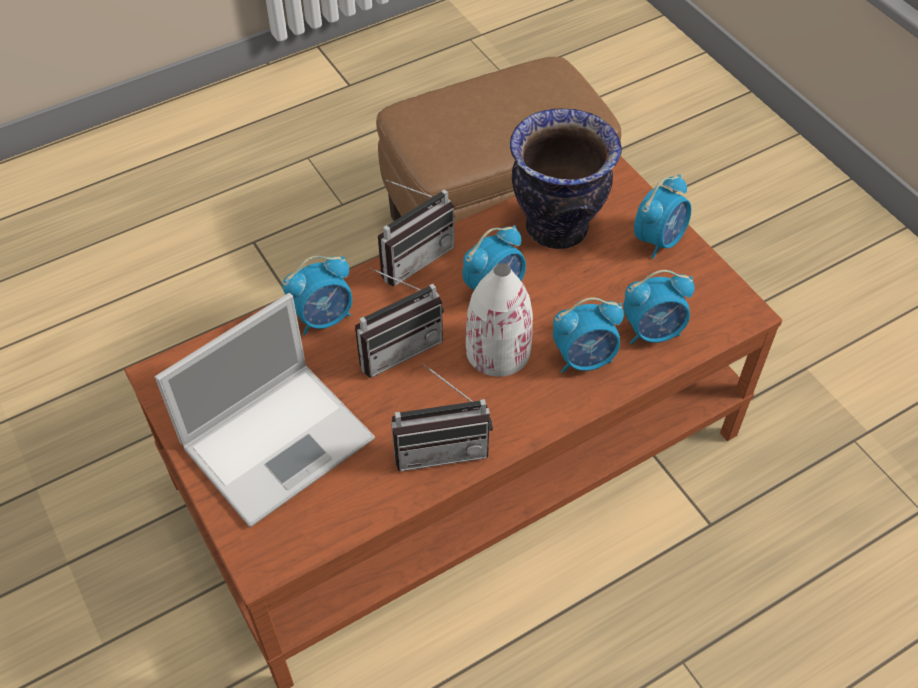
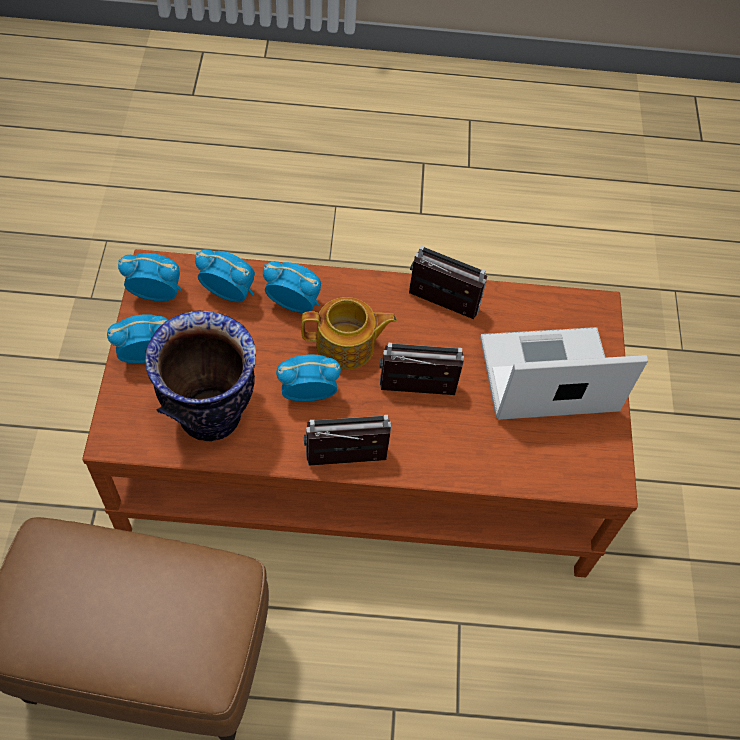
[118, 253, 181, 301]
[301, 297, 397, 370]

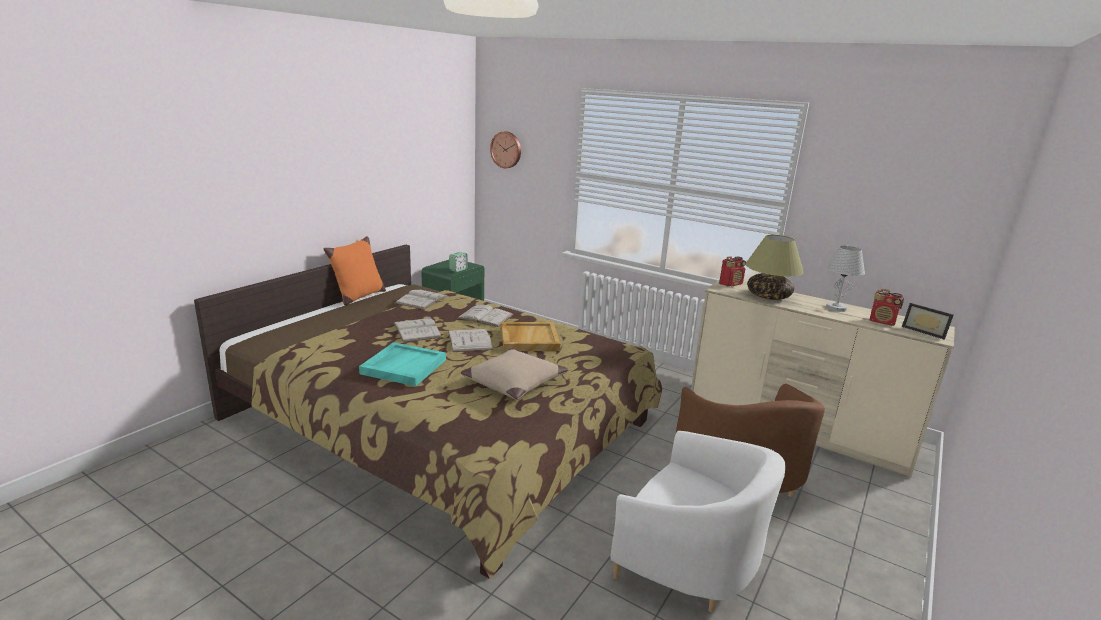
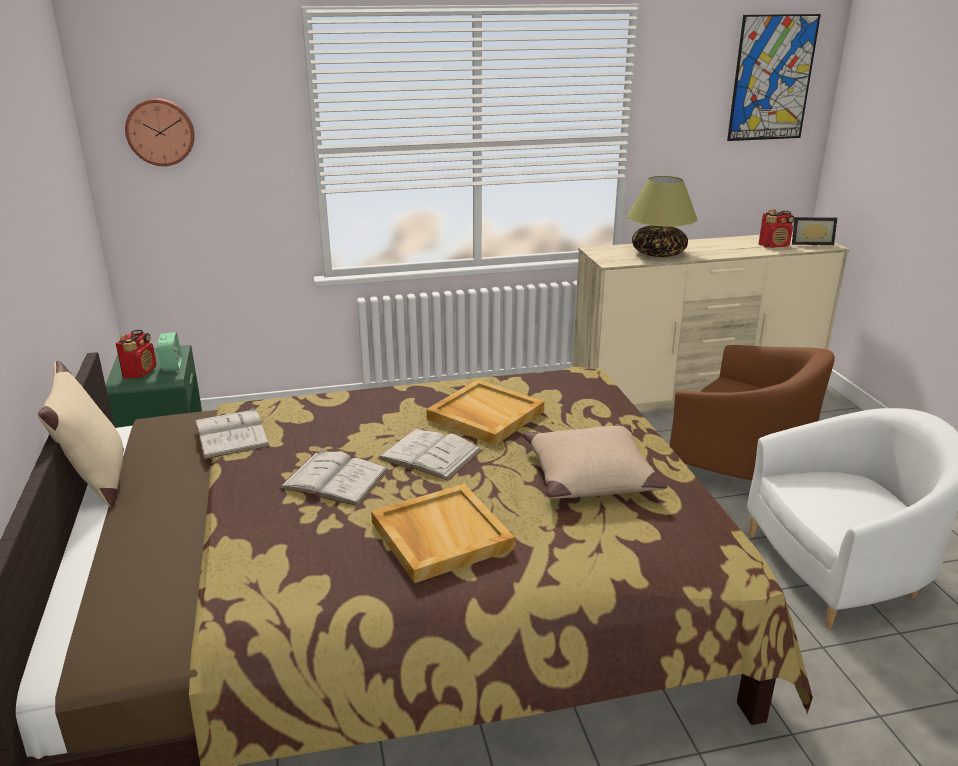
[38, 361, 124, 507]
[116, 330, 156, 378]
[371, 484, 515, 583]
[727, 14, 821, 141]
[457, 304, 513, 327] (first image)
[826, 245, 865, 312] (first image)

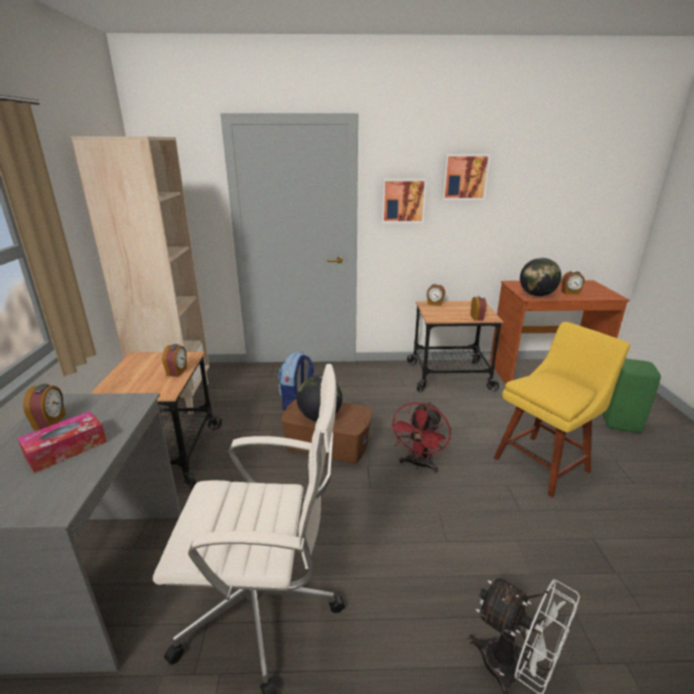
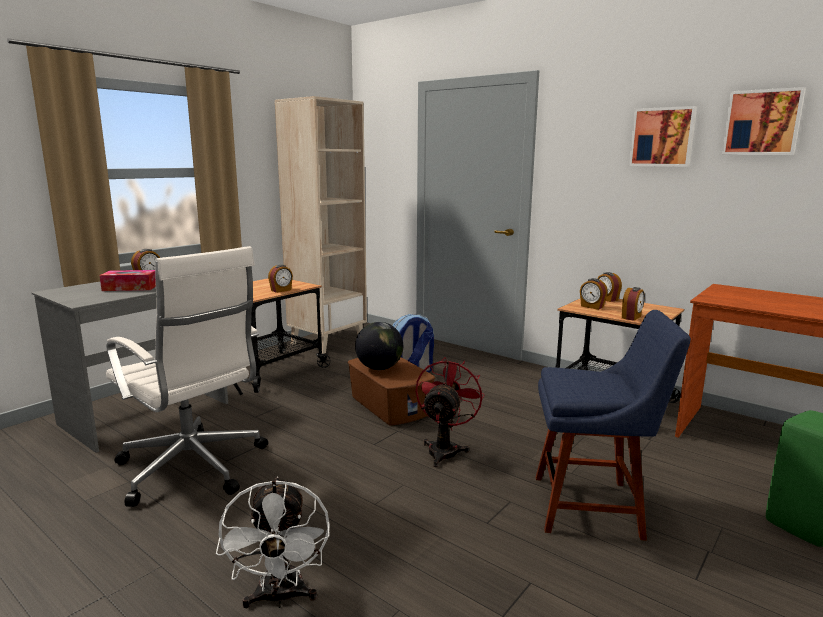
[415, 357, 485, 467]
[535, 310, 691, 541]
[580, 278, 608, 310]
[722, 87, 806, 155]
[520, 258, 561, 296] (first image)

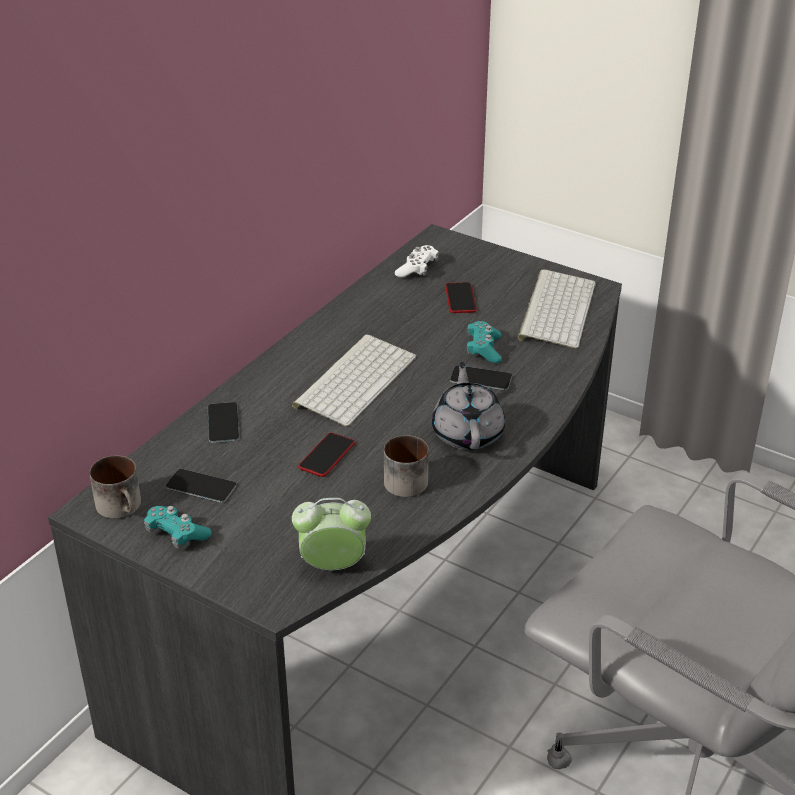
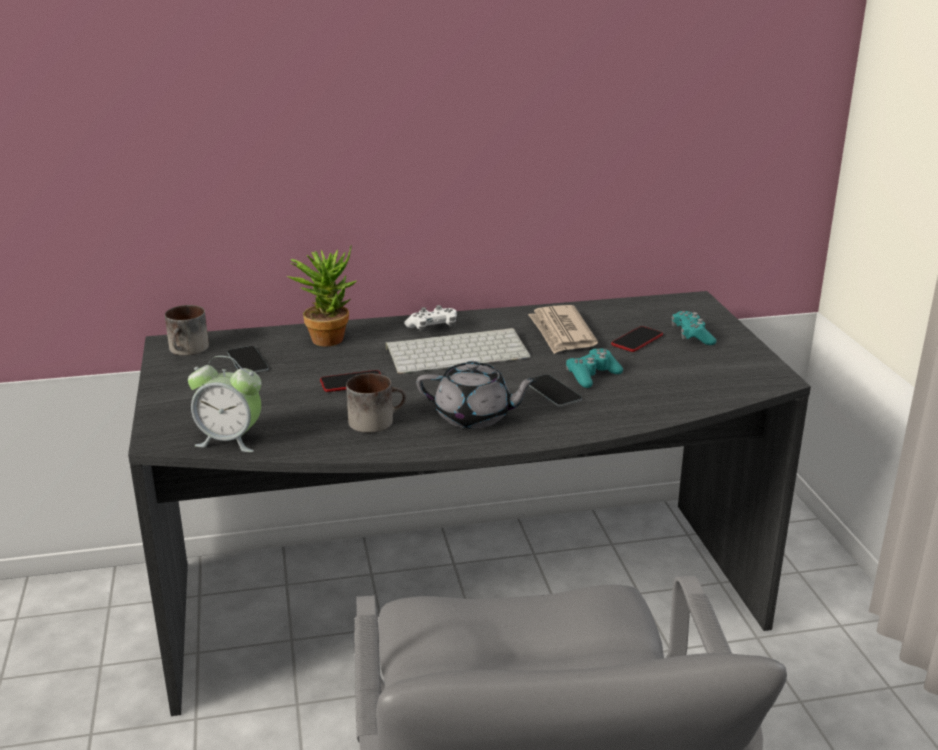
[188, 356, 261, 452]
[286, 246, 356, 347]
[404, 305, 457, 332]
[416, 361, 539, 429]
[528, 305, 598, 354]
[672, 311, 716, 345]
[518, 270, 596, 349] (first image)

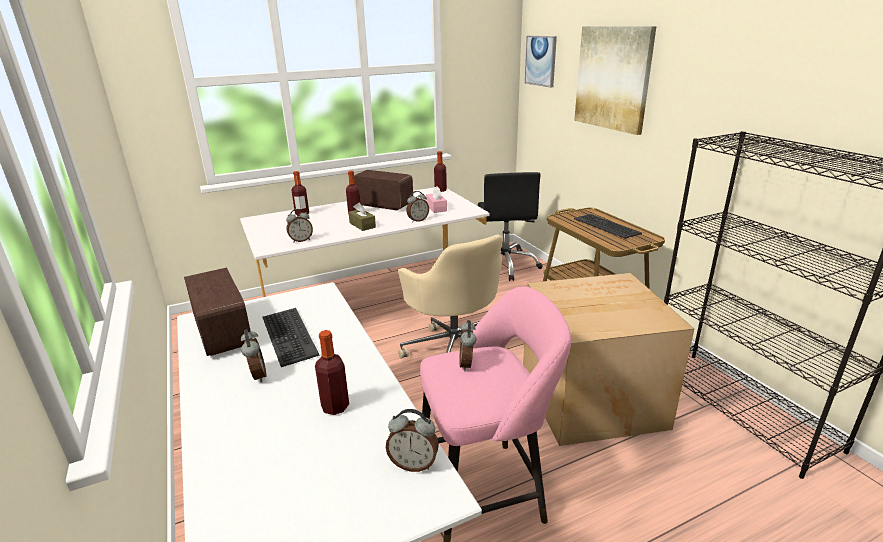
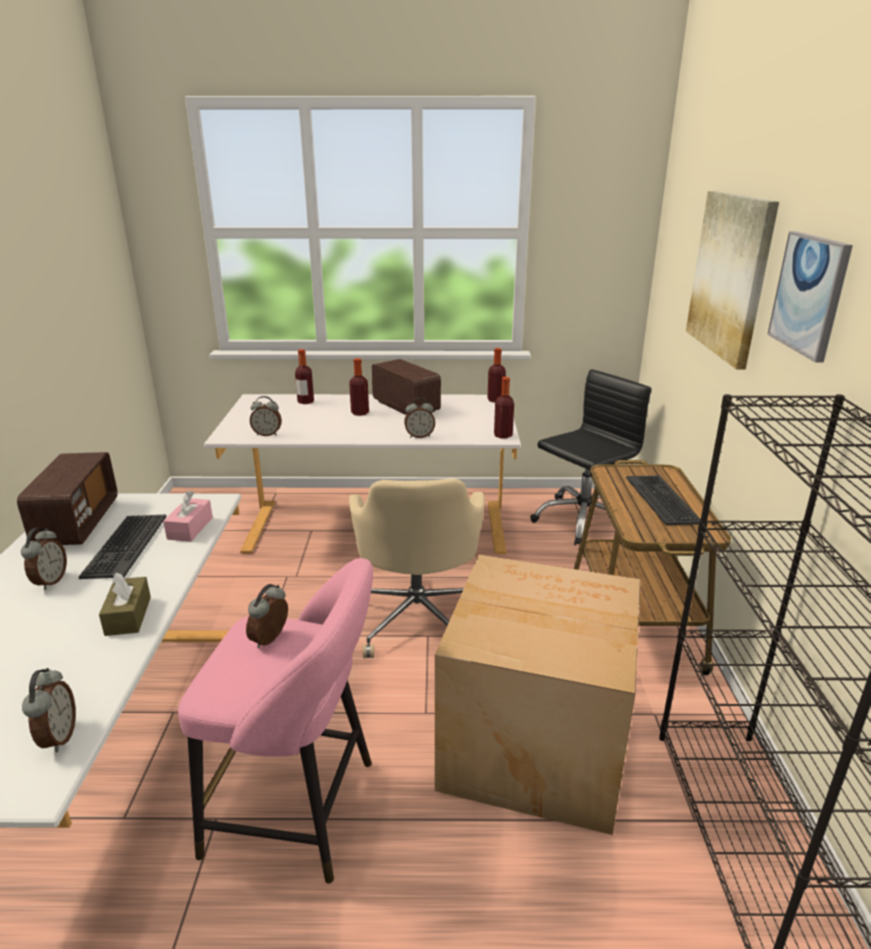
[22, 668, 76, 752]
[99, 573, 151, 636]
[163, 491, 213, 542]
[494, 377, 514, 438]
[530, 369, 651, 546]
[767, 231, 853, 363]

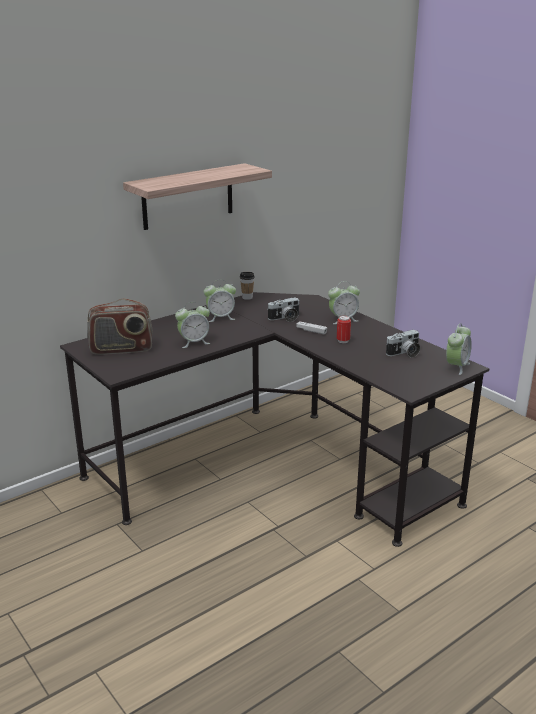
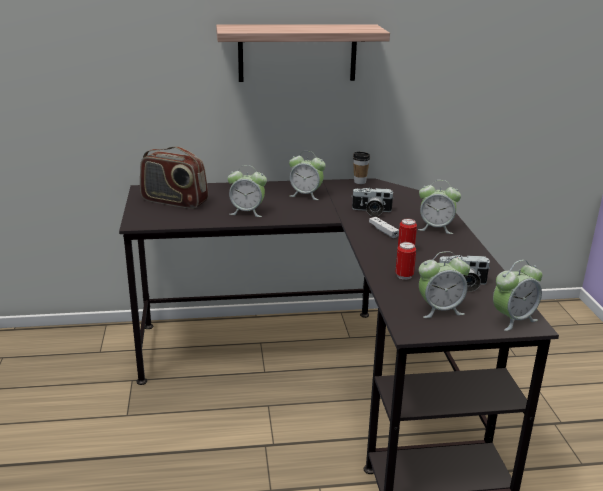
[395, 242, 416, 280]
[419, 251, 470, 318]

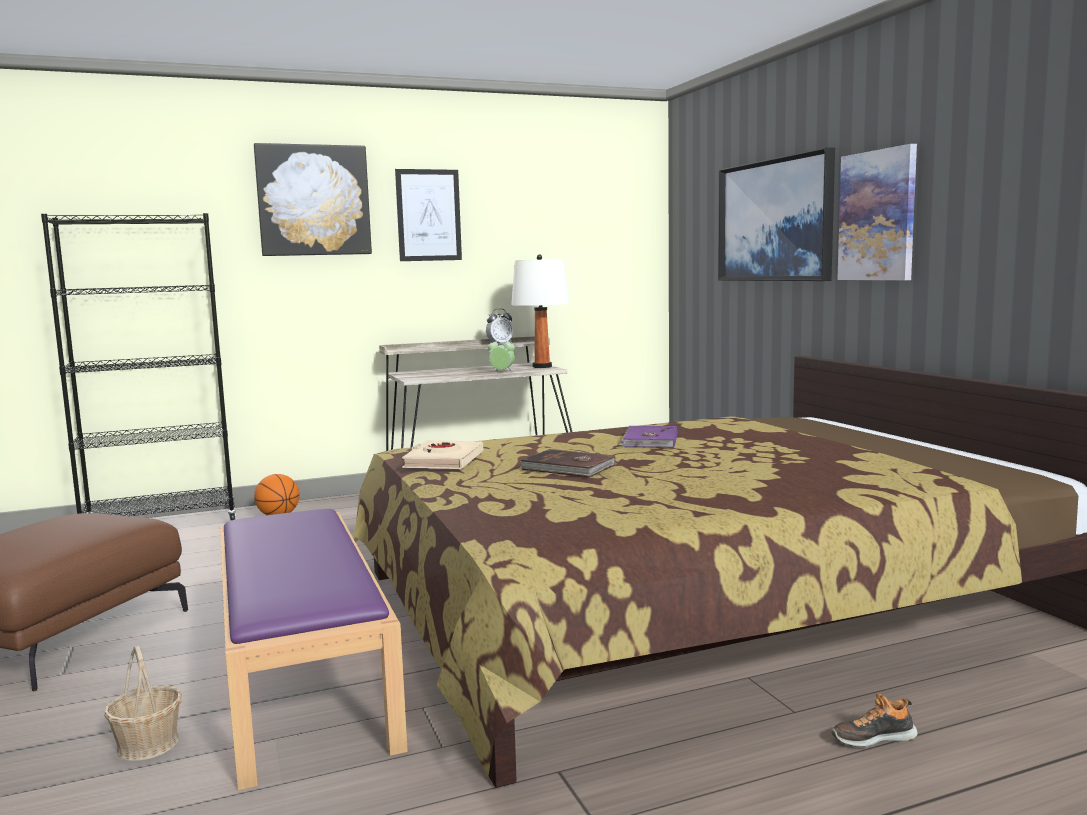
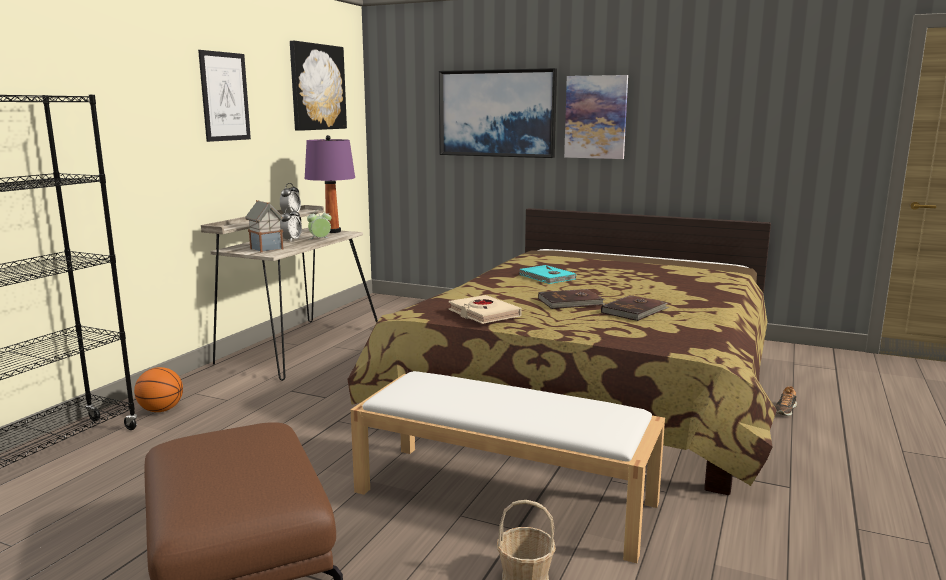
[245, 200, 284, 252]
[280, 207, 302, 241]
[290, 41, 347, 131]
[304, 135, 355, 233]
[351, 371, 665, 563]
[519, 265, 576, 284]
[601, 295, 669, 321]

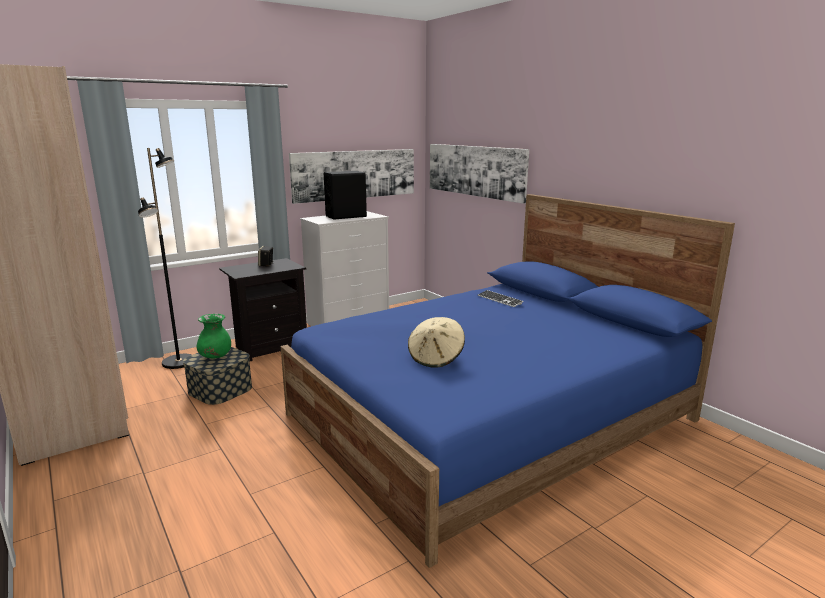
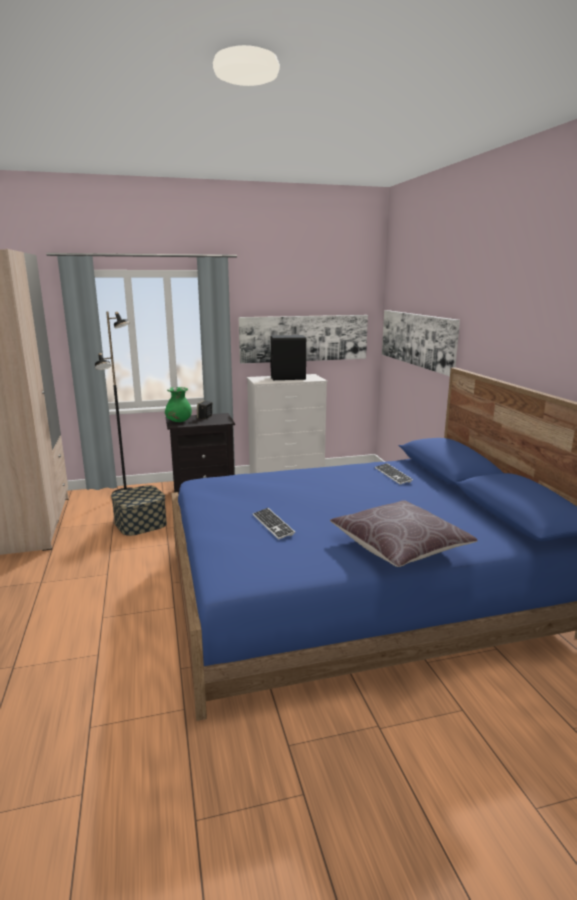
[165, 387, 192, 422]
[253, 508, 295, 540]
[330, 500, 478, 567]

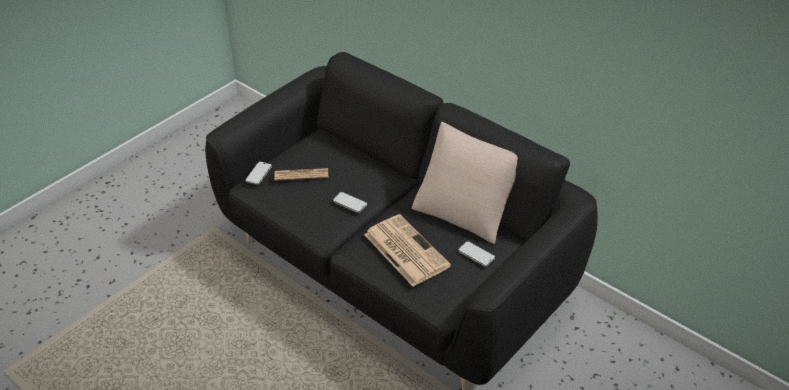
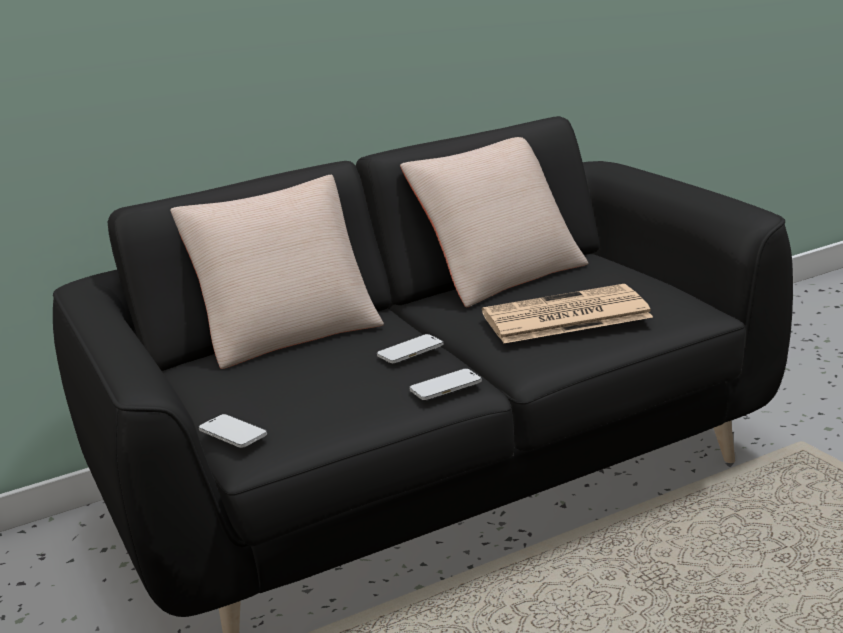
[170, 175, 384, 369]
[409, 369, 482, 400]
[274, 168, 328, 180] (first image)

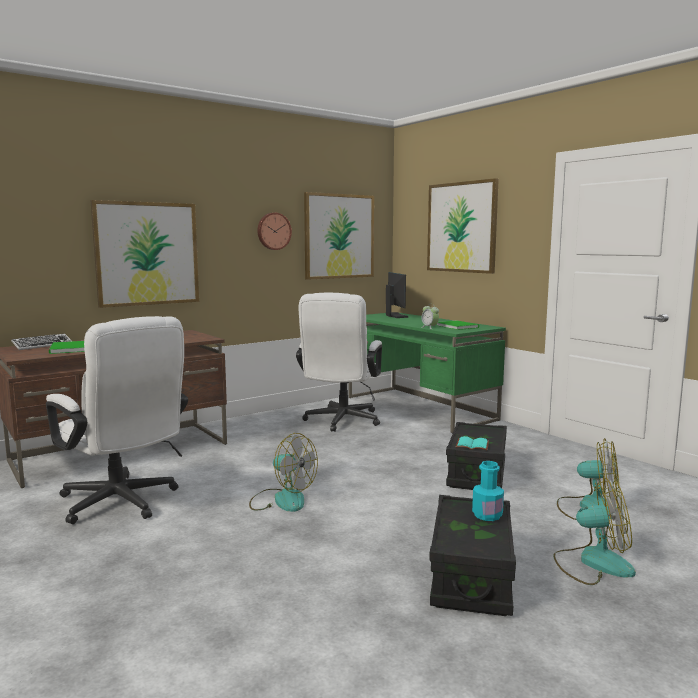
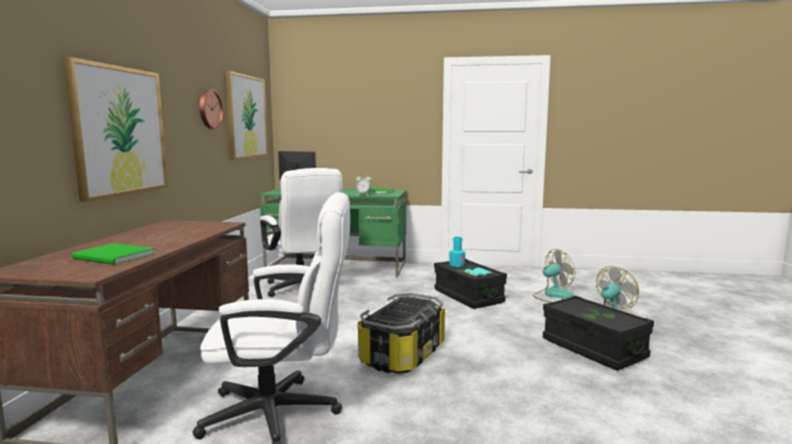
[358, 293, 445, 374]
[449, 237, 465, 267]
[11, 334, 72, 350] (first image)
[427, 178, 499, 274] (first image)

